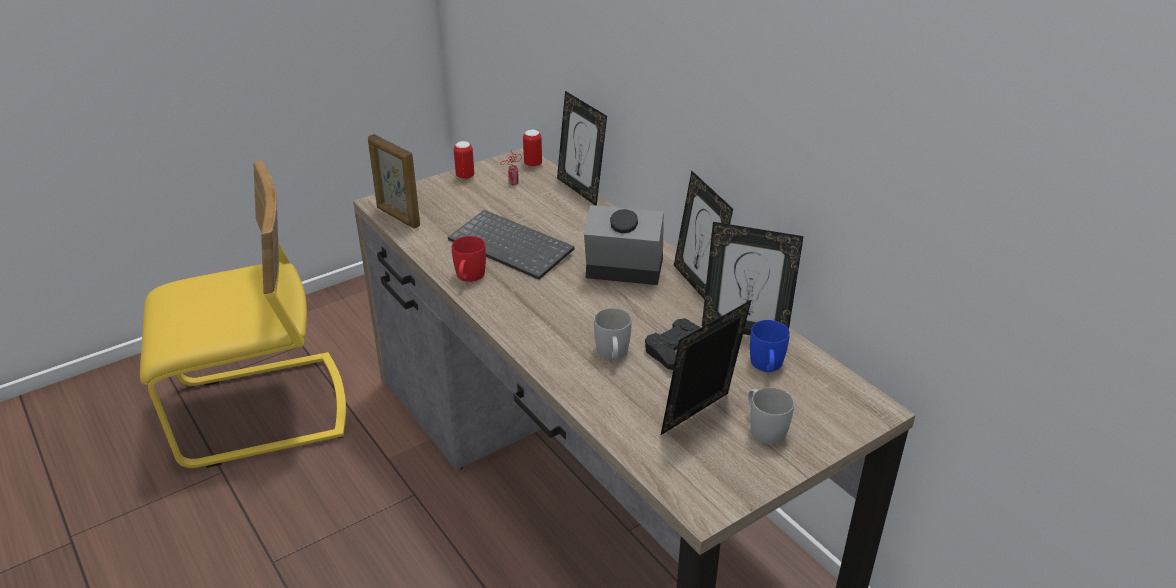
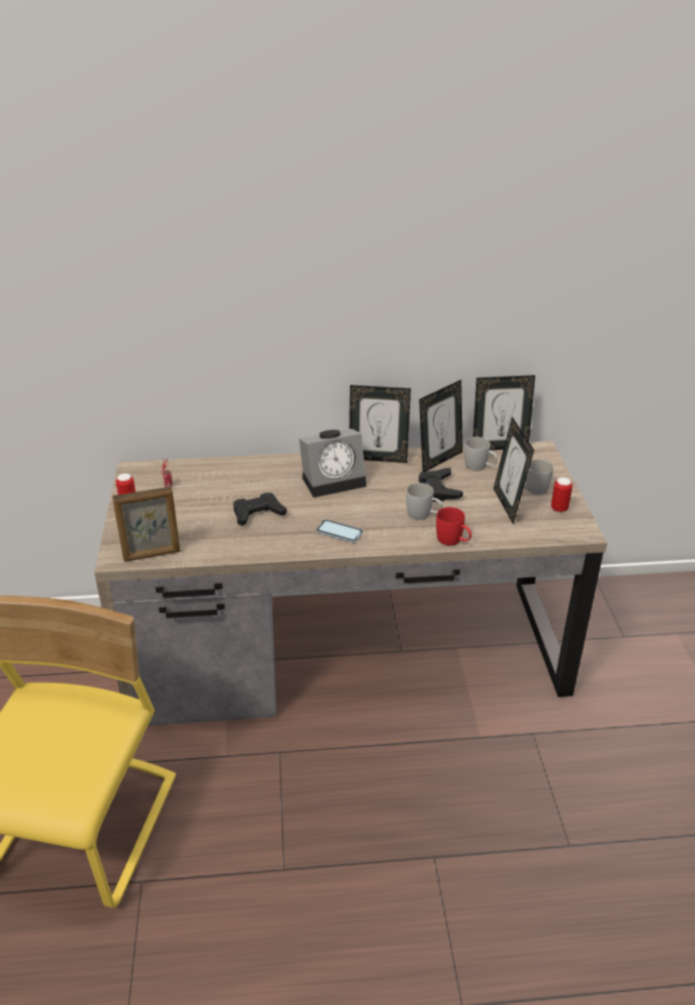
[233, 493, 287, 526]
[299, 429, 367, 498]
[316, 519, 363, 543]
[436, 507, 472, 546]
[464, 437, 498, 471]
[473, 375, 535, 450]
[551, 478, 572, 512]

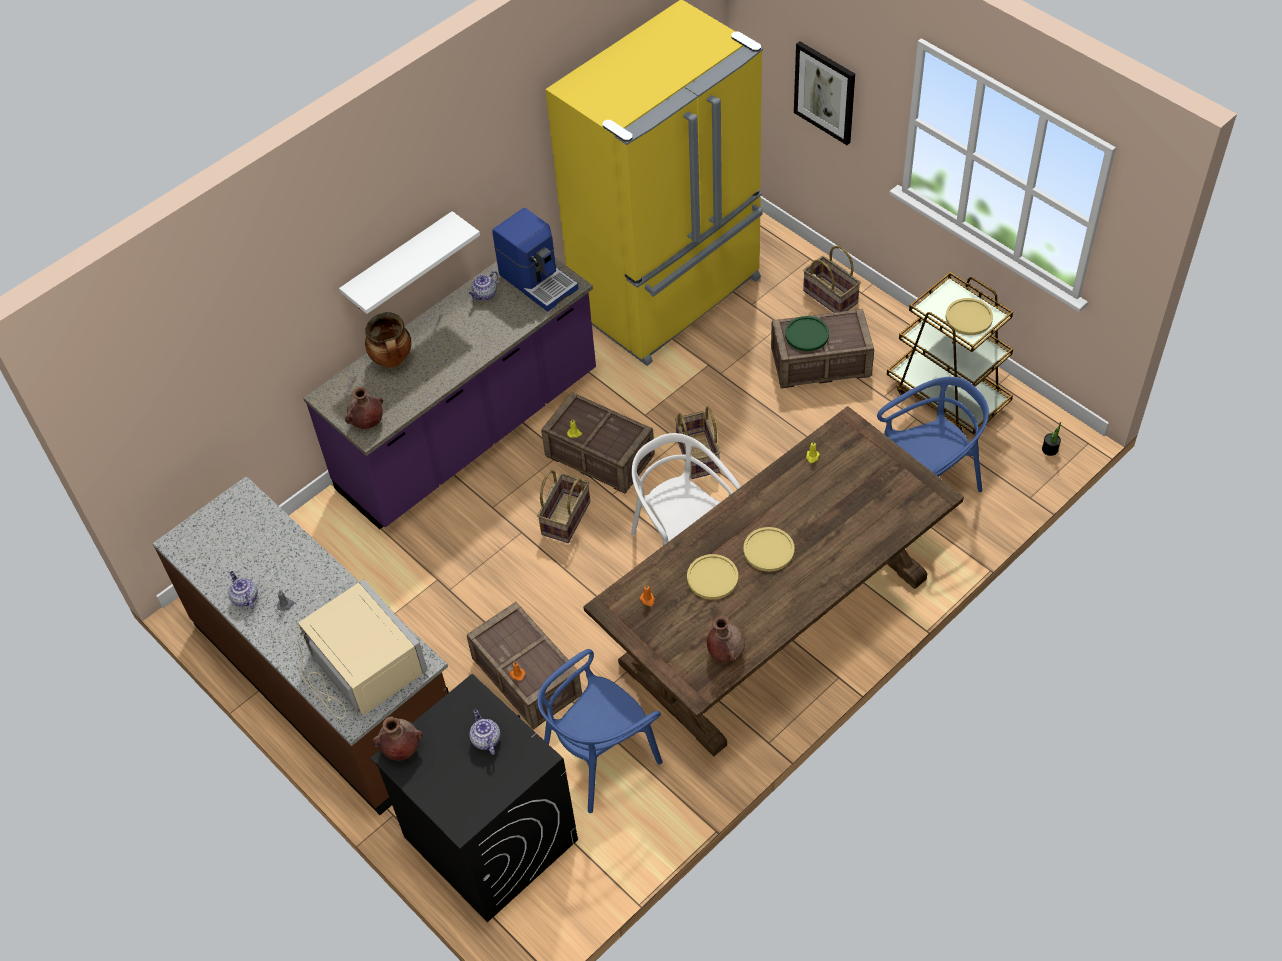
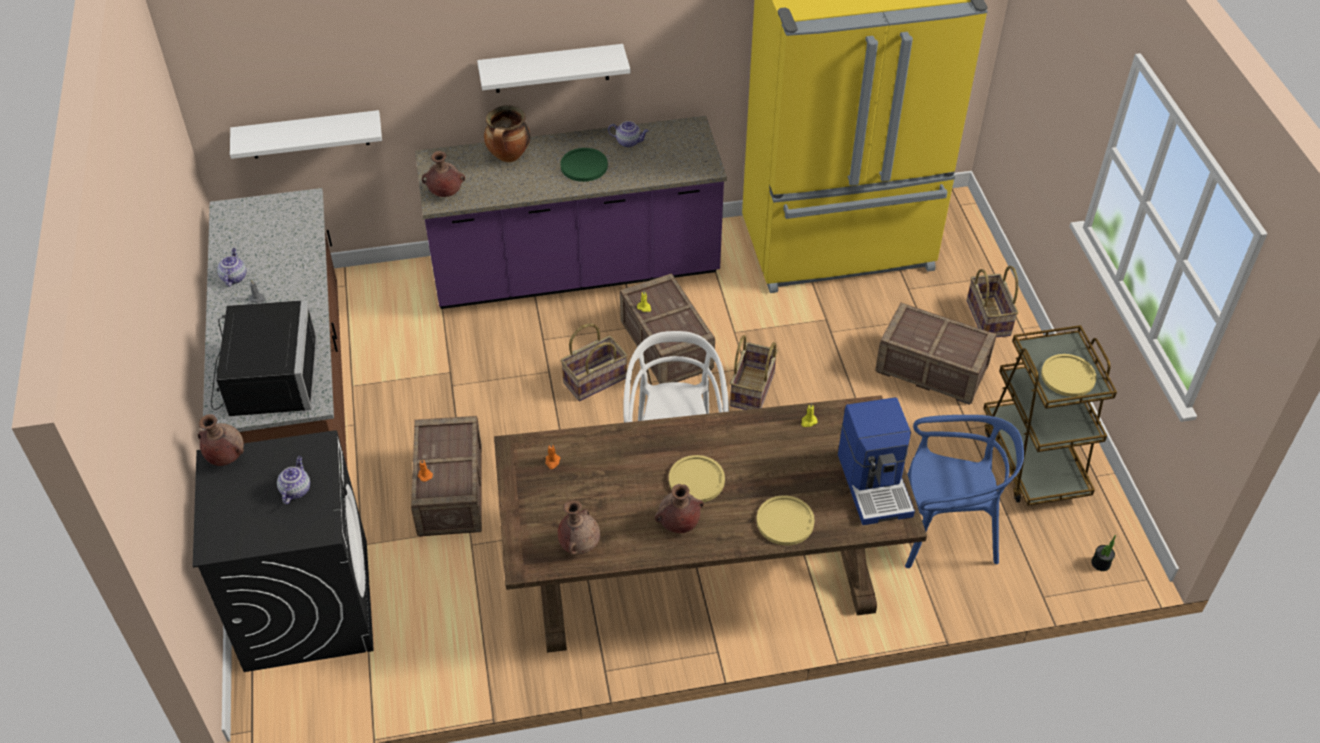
[211, 300, 317, 416]
[230, 110, 382, 159]
[560, 148, 608, 182]
[608, 121, 649, 147]
[655, 484, 704, 533]
[756, 495, 815, 545]
[838, 397, 915, 525]
[537, 649, 662, 813] (first image)
[794, 41, 855, 145] (first image)

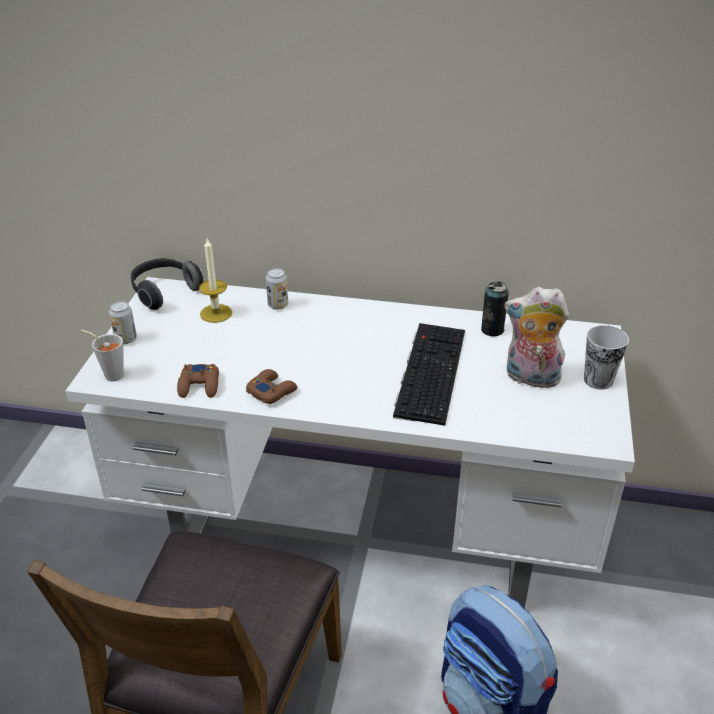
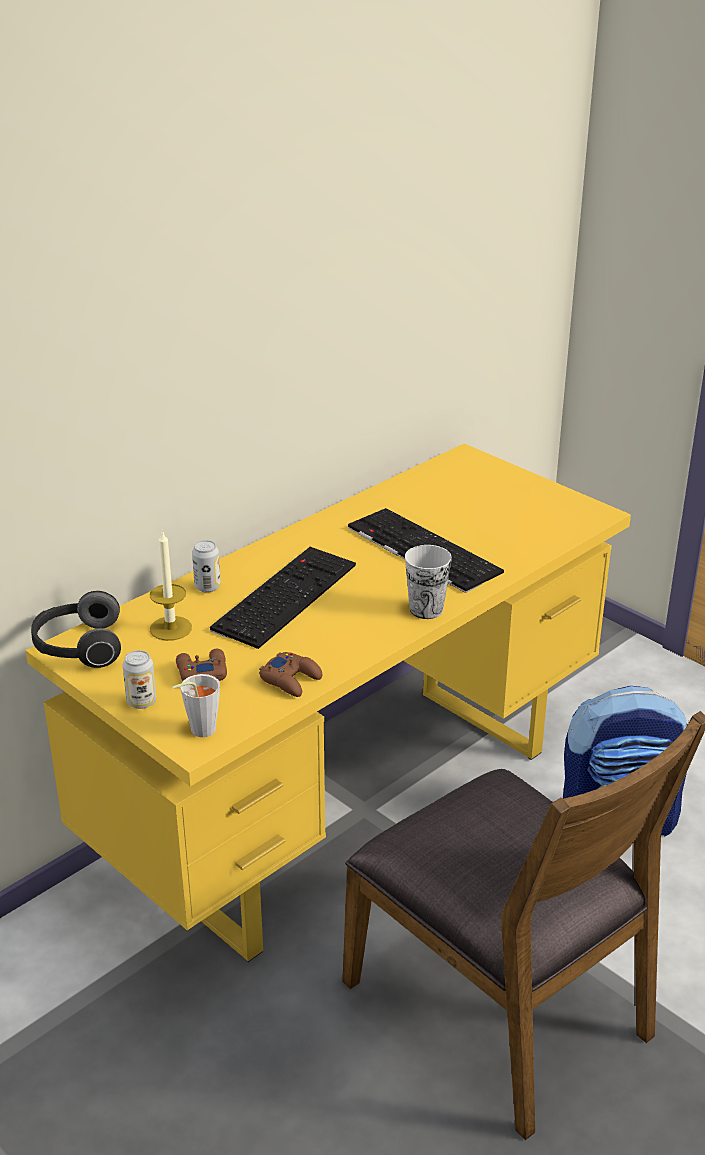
[26, 444, 631, 962]
[176, 649, 227, 681]
[210, 547, 356, 649]
[405, 545, 452, 619]
[481, 282, 509, 337] (first image)
[505, 287, 569, 388] (first image)

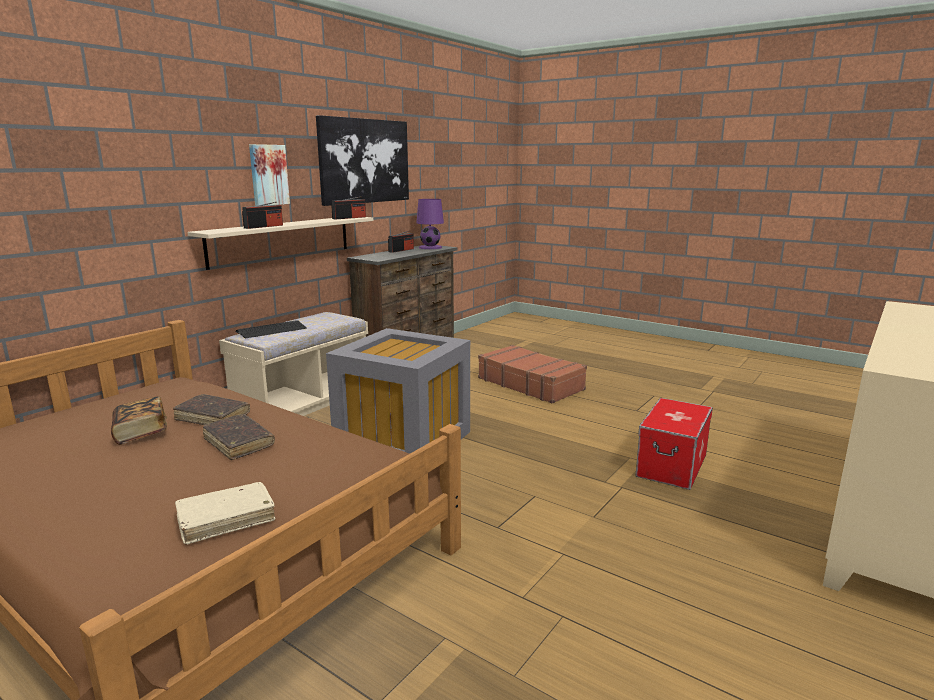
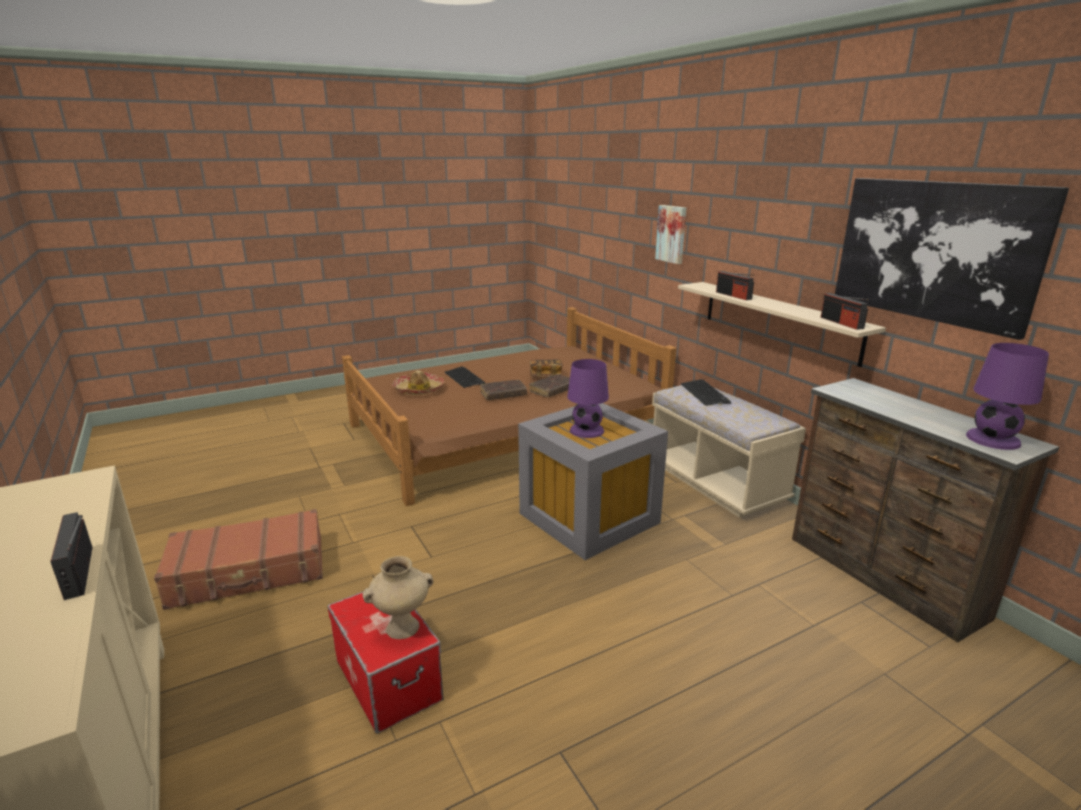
[50, 512, 93, 600]
[154, 509, 323, 610]
[362, 556, 434, 639]
[392, 370, 444, 395]
[444, 367, 485, 388]
[567, 359, 609, 438]
[655, 205, 686, 264]

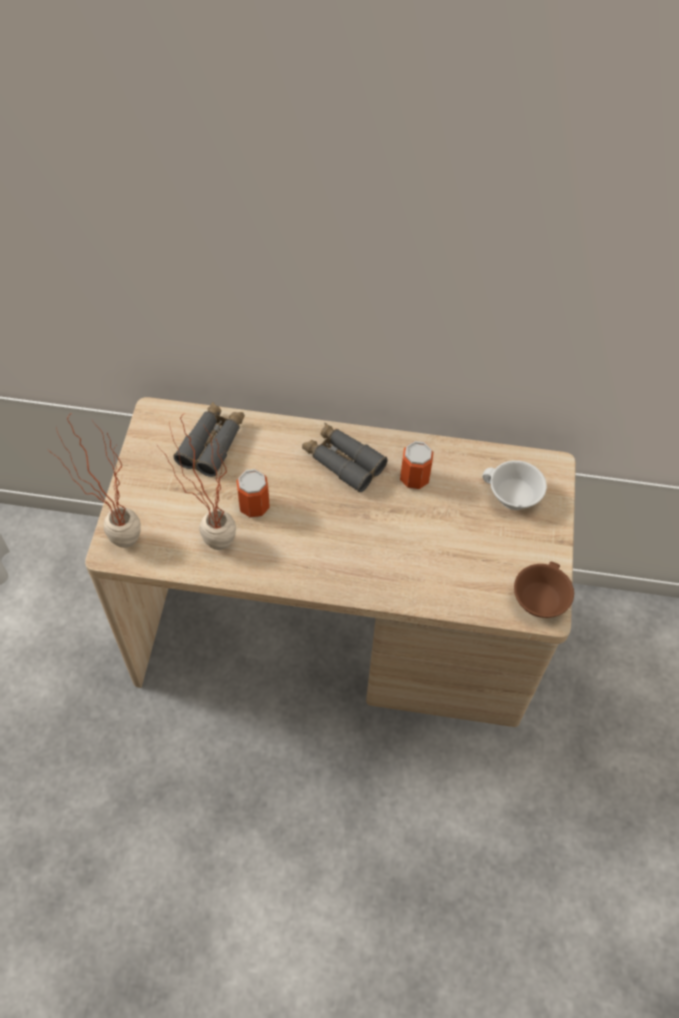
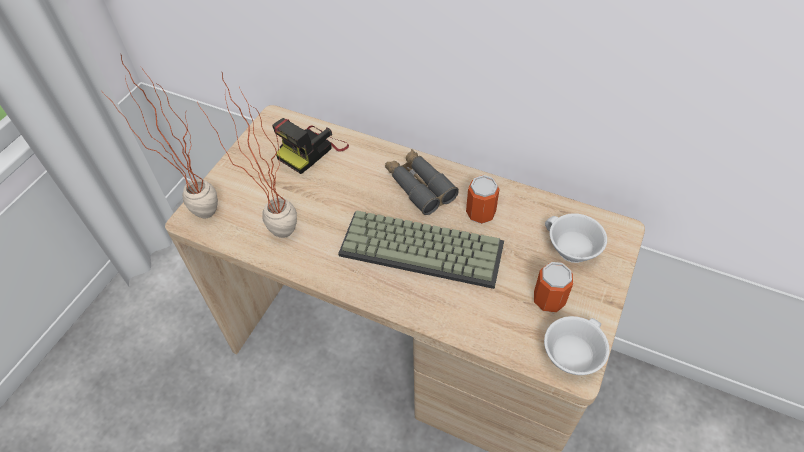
[272, 118, 349, 174]
[338, 210, 504, 289]
[534, 262, 573, 312]
[544, 316, 609, 375]

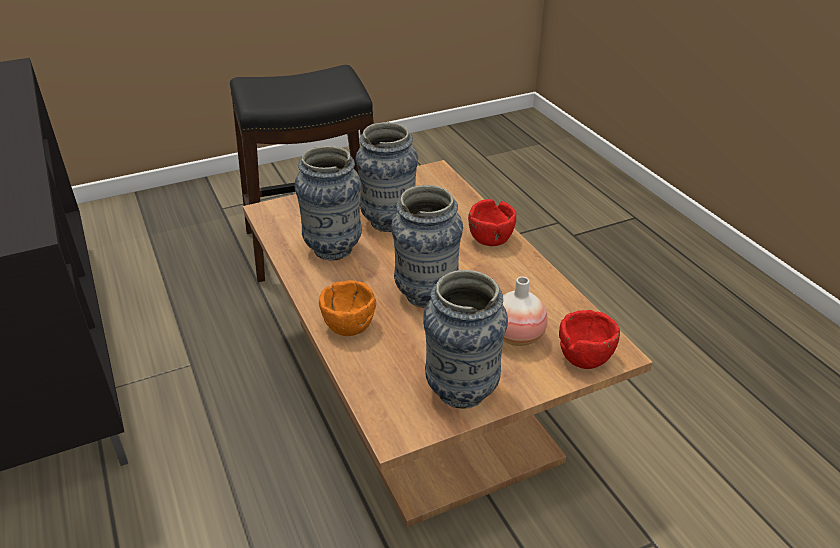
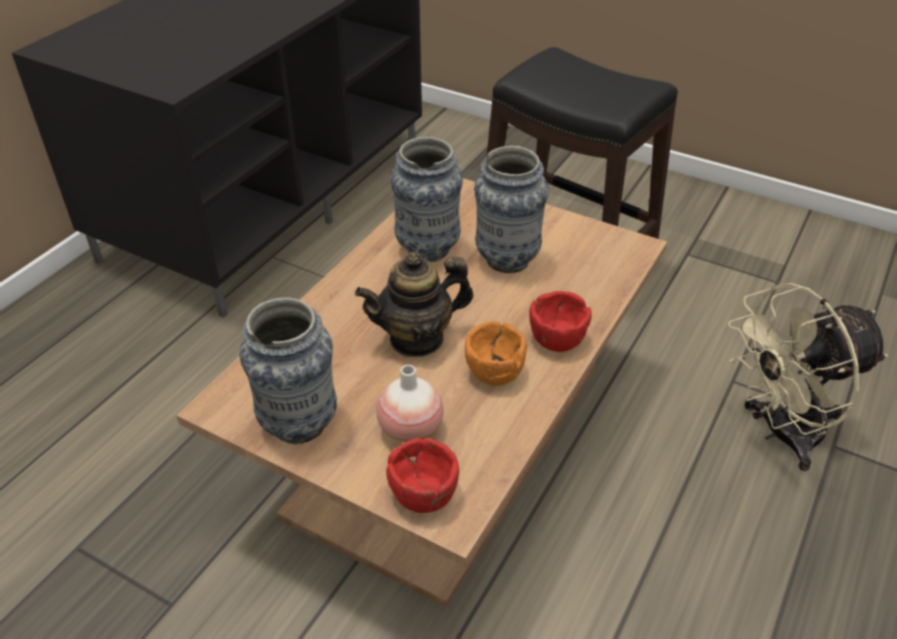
[355, 252, 473, 357]
[465, 321, 527, 386]
[728, 283, 888, 471]

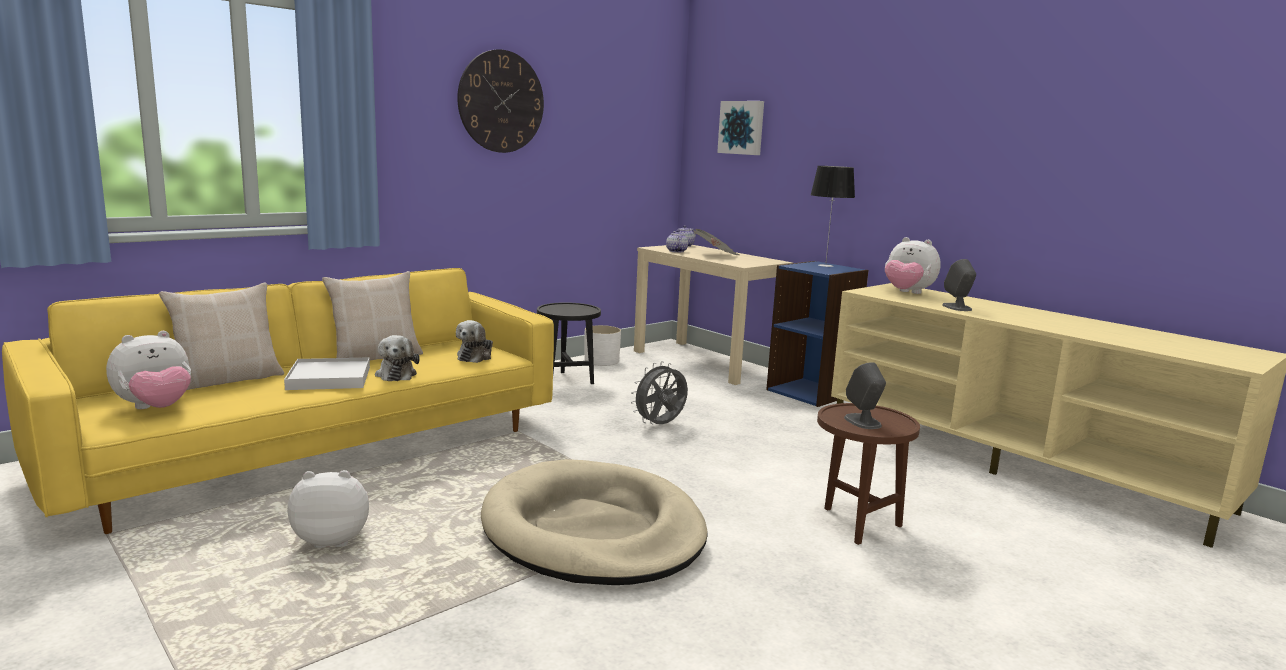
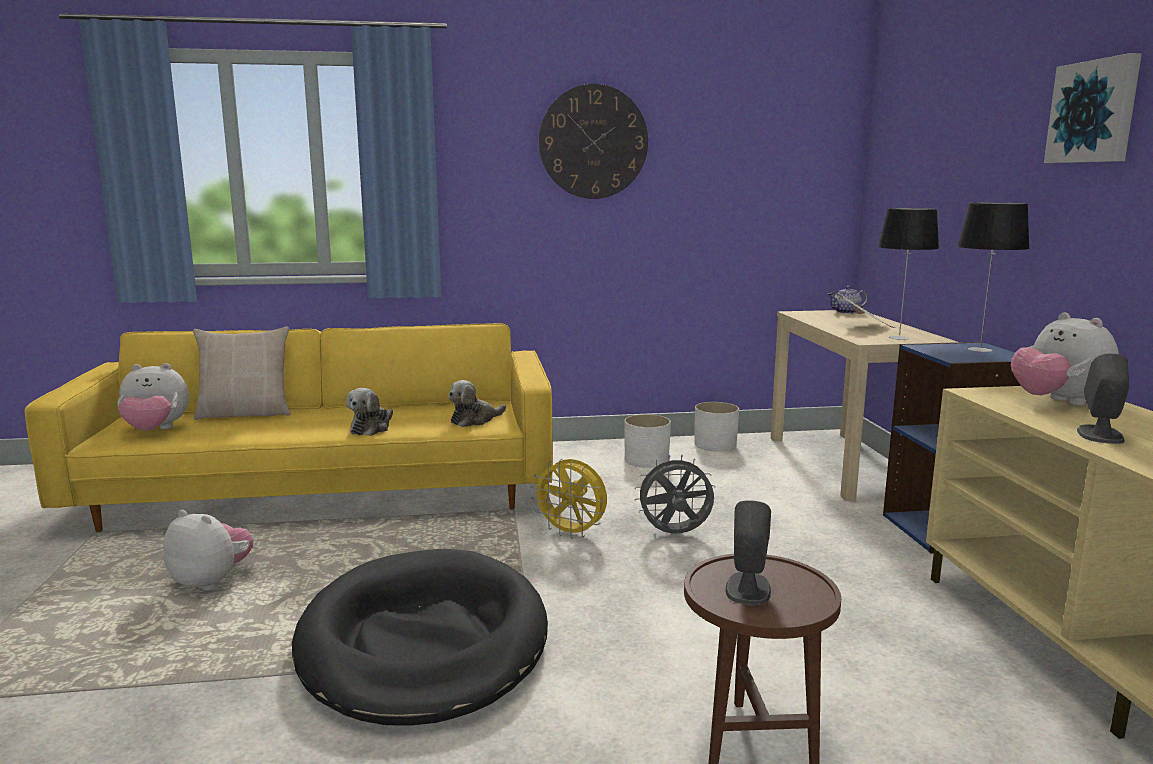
[292, 549, 548, 726]
[531, 459, 607, 539]
[624, 414, 671, 468]
[878, 208, 939, 340]
[1044, 53, 1142, 163]
[284, 357, 370, 390] (first image)
[322, 271, 423, 360] (first image)
[666, 230, 688, 253] (first image)

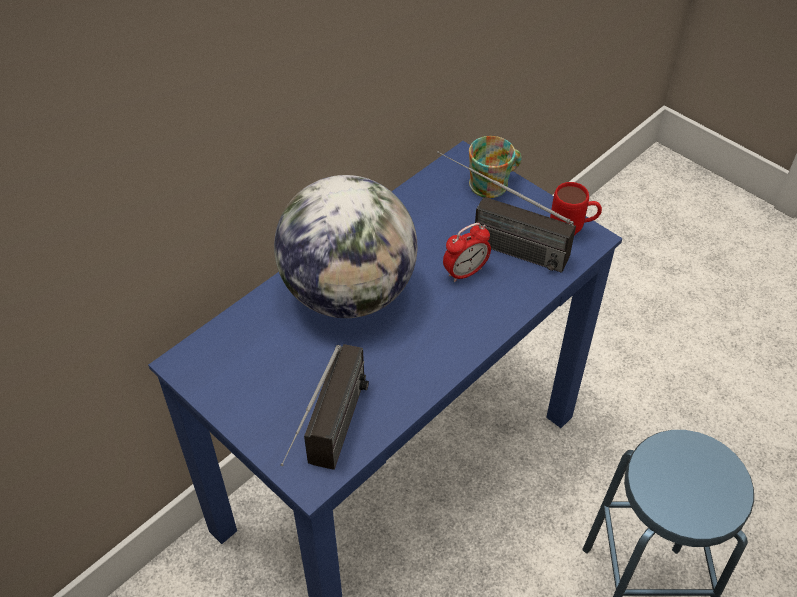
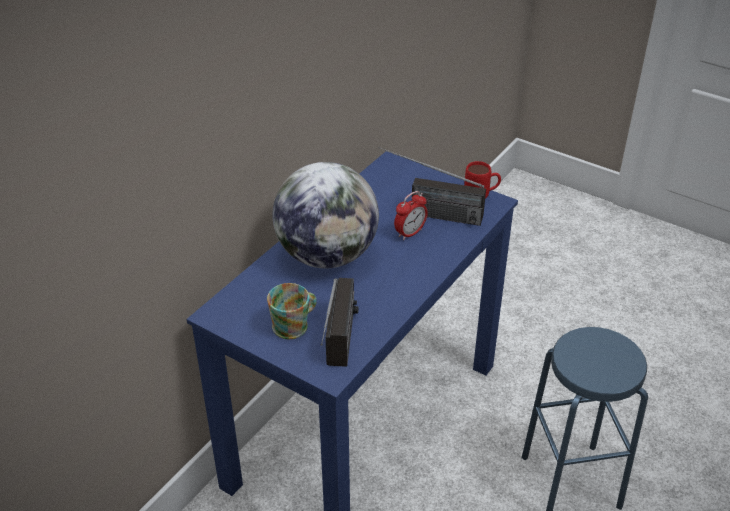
[267, 283, 317, 339]

